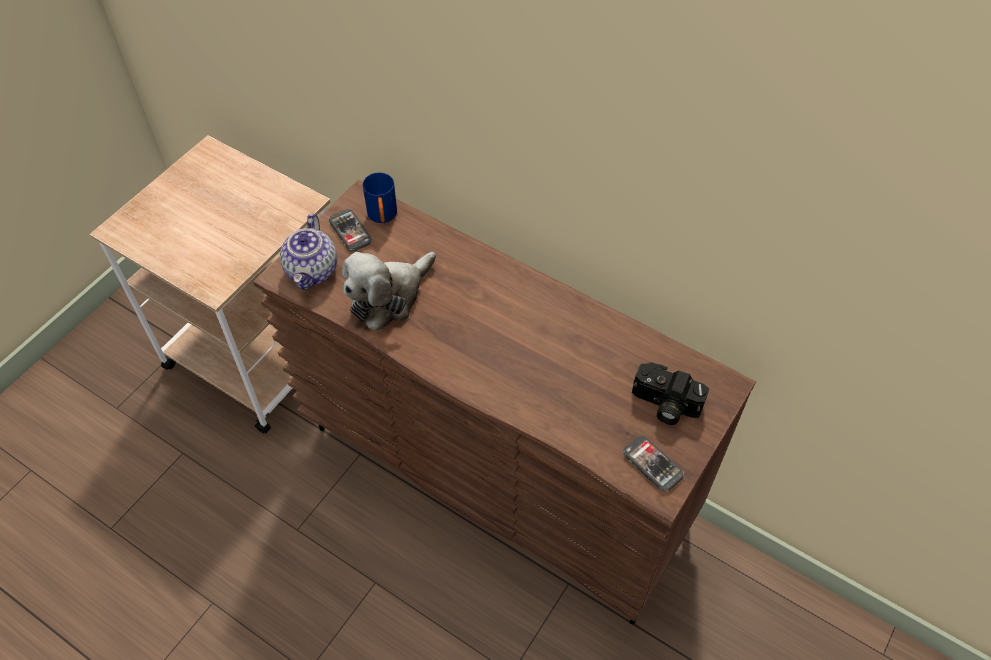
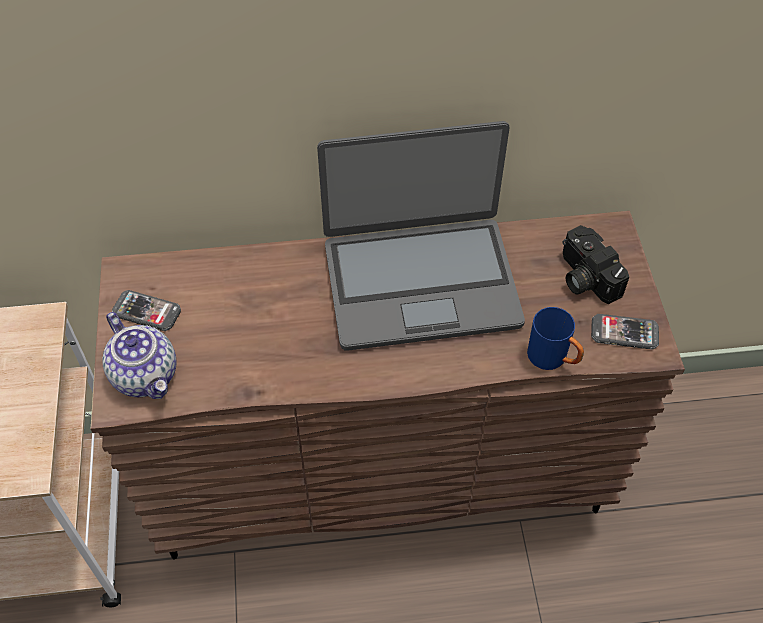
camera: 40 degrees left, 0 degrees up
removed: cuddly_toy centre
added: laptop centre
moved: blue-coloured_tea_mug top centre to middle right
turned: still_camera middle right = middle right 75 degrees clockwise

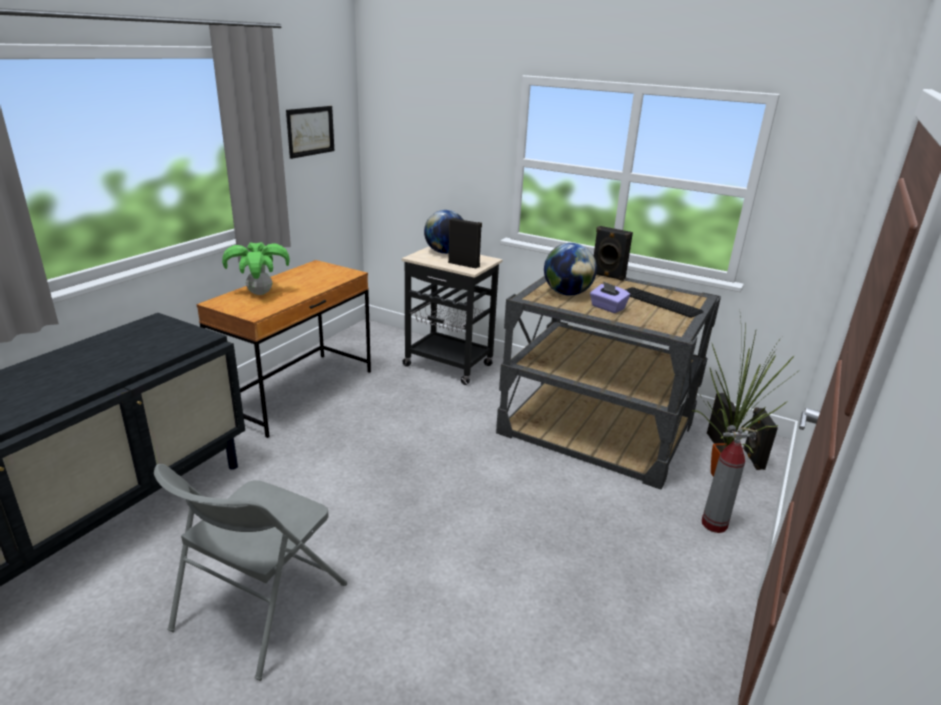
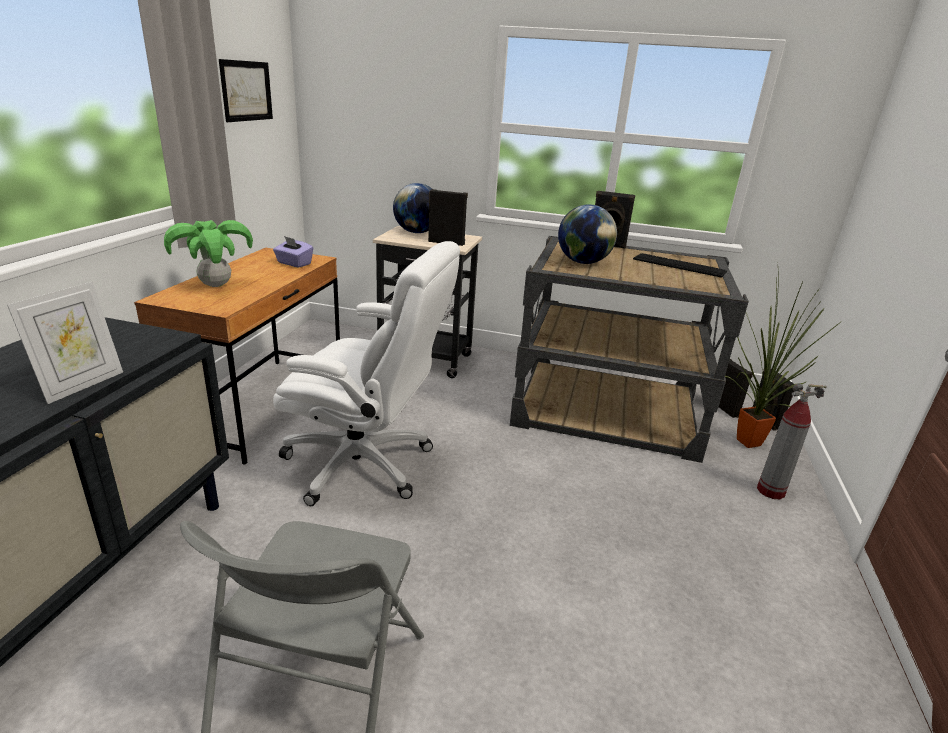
camera: 15 degrees left, 0 degrees up
added: photo_frame middle left; white_desk_chair centre
moved: purplish_tissue_box centre to middle left

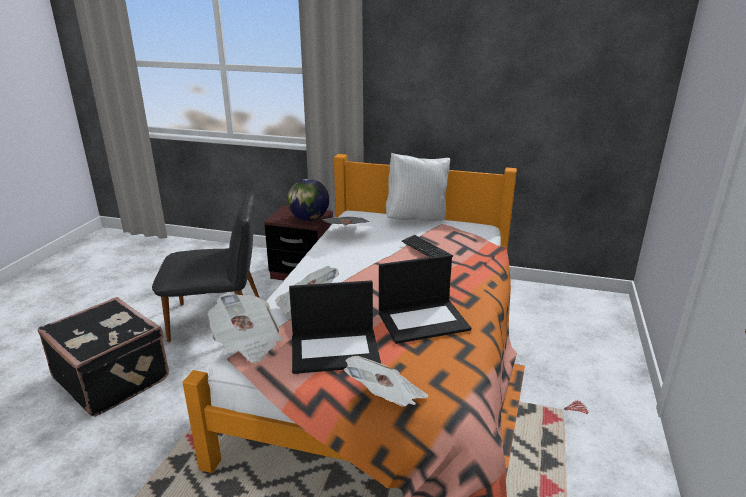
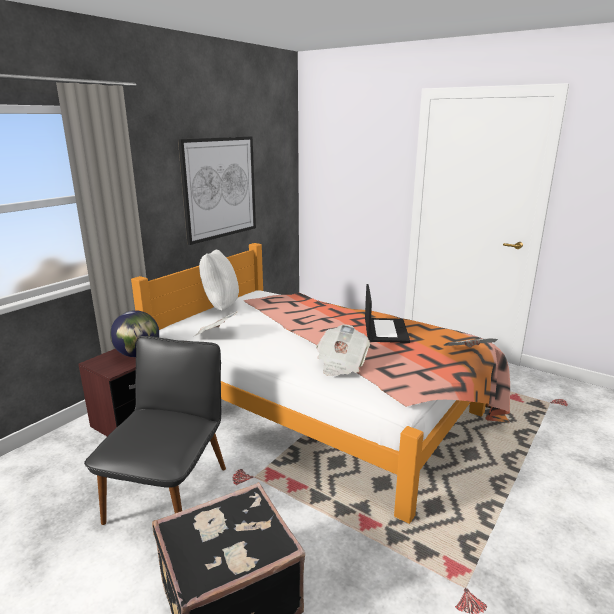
camera: 70 degrees left, 5 degrees down
removed: newspaper (1st from left) middle left; laptop (1st from left) centre; keyboard centre
added: wall_art top centre

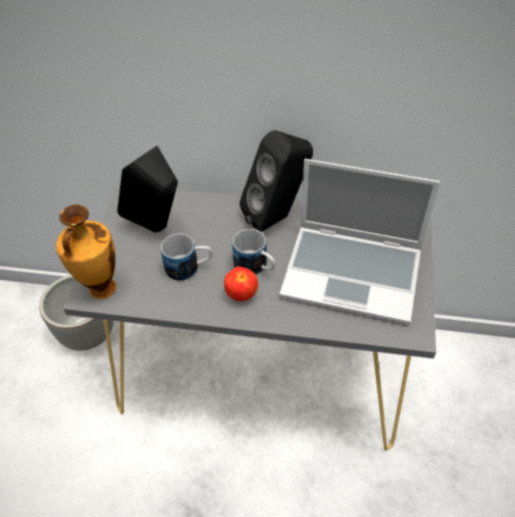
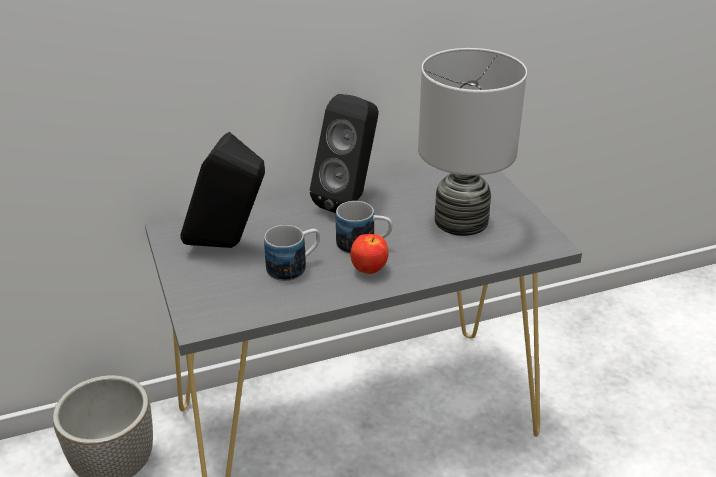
camera: 30 degrees left, 15 degrees down
removed: flower_vase middle left
replaced: laptop middle right to greyish_table_lamp top centre

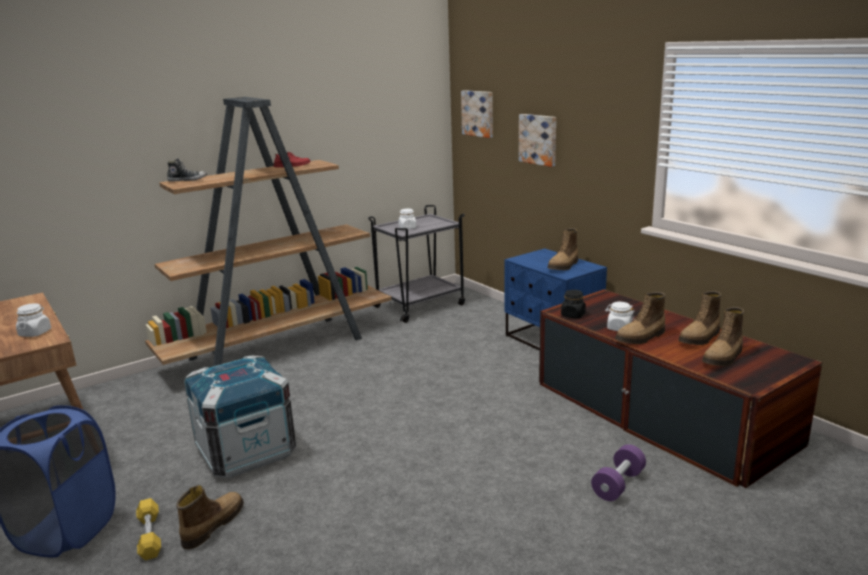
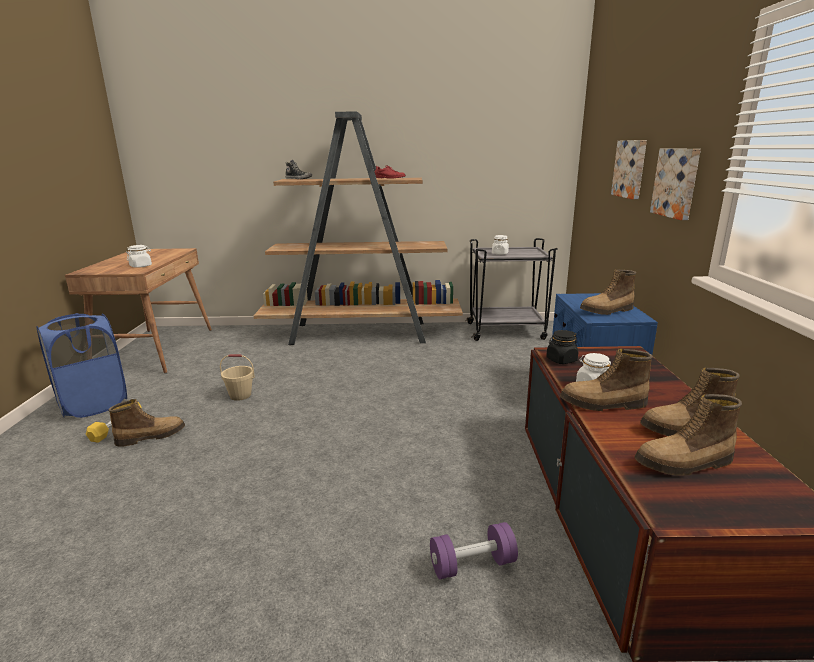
camera: 35 degrees right, 0 degrees up
moved: wall_art (1st from left in the first image) top centre to wall_art (2nd from left) top right
replaced: shipping_crate bottom left to beige-coloured_water_bucket middle left

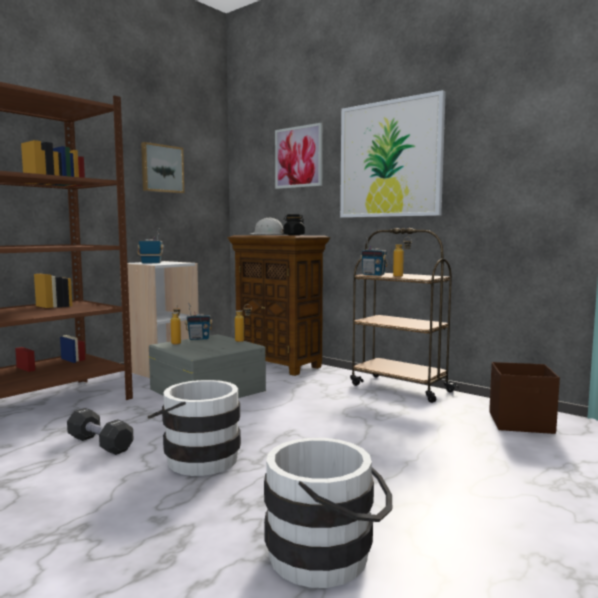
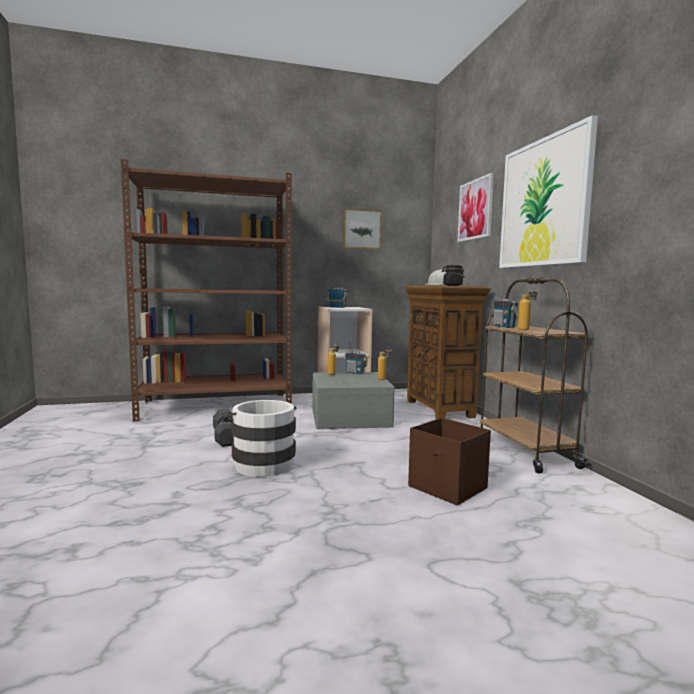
camera: 35 degrees right, 0 degrees up
removed: white_water_bucket (2nd from left) bottom centre
moved: brown-coloured_storage_box middle right to centre

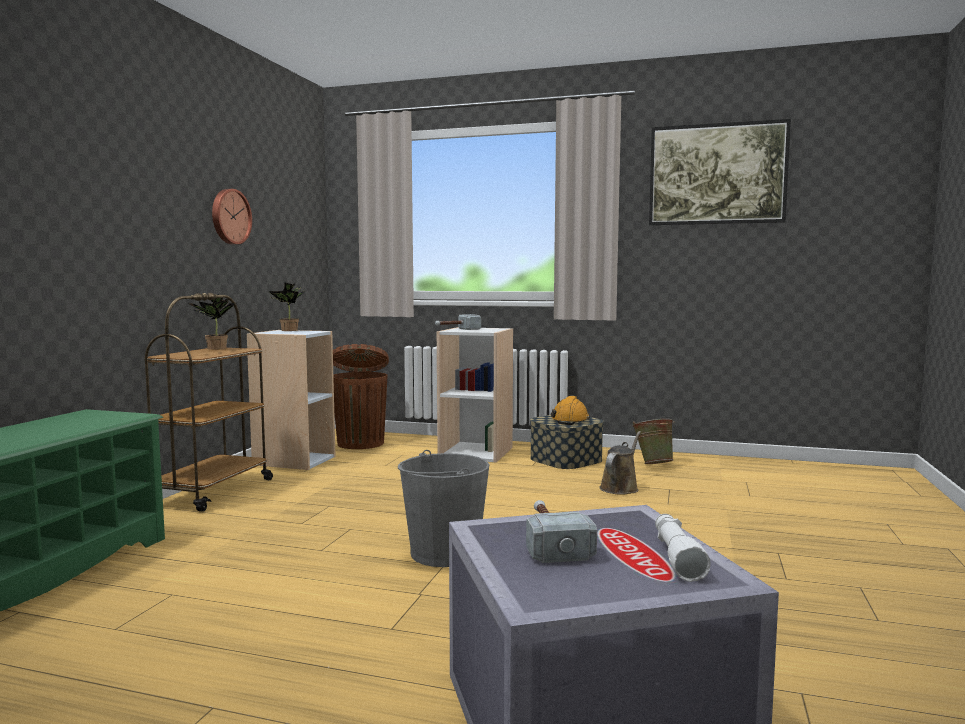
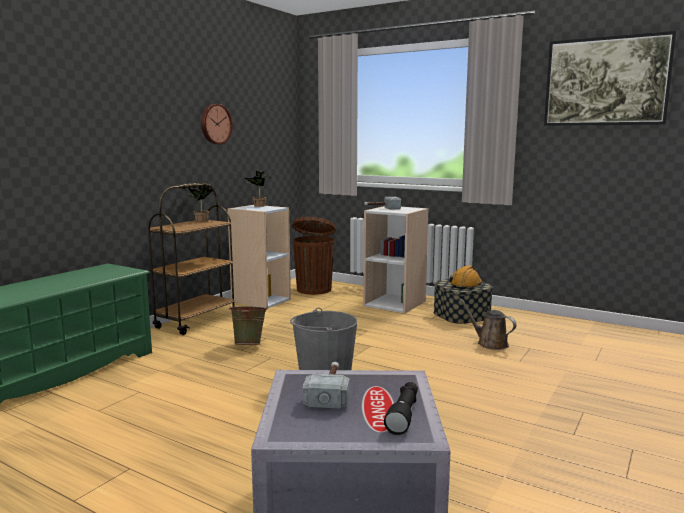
camera: 15 degrees right, 5 degrees up
moved: green_water_bucket middle right to centre
recoloured: white_flashlight bottom right to black_flashlight bottom centre
turned: brown-coloured_watering_can centre = middle right 90 degrees counterclockwise

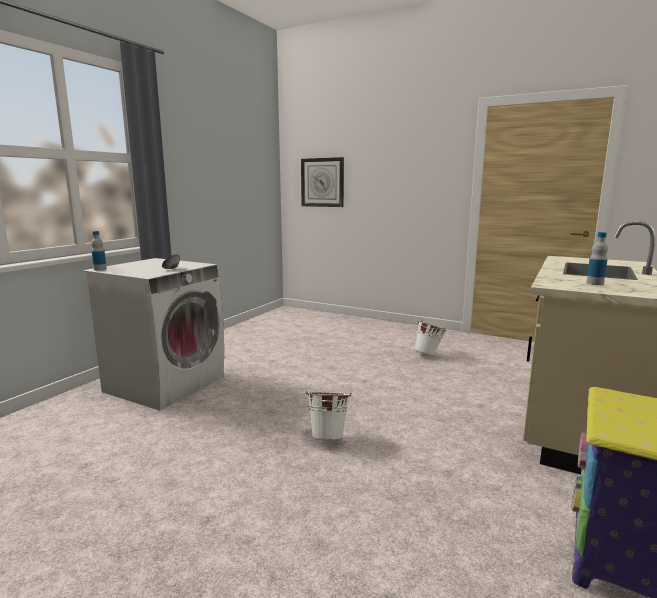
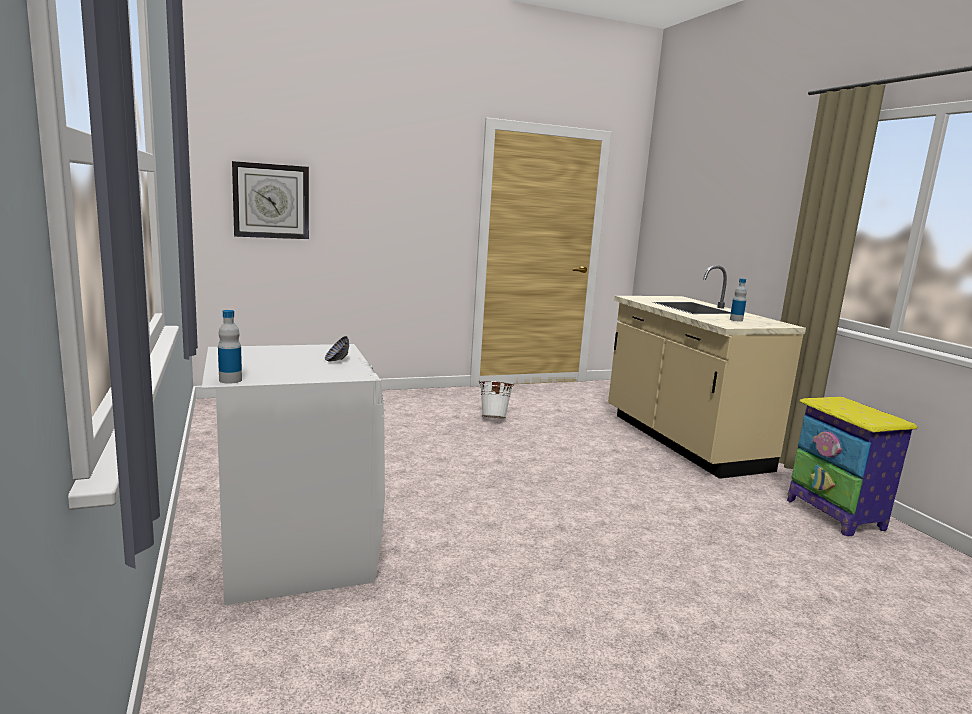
camera: 50 degrees left, 0 degrees up
removed: white_water_bucket (1st from left) bottom centre

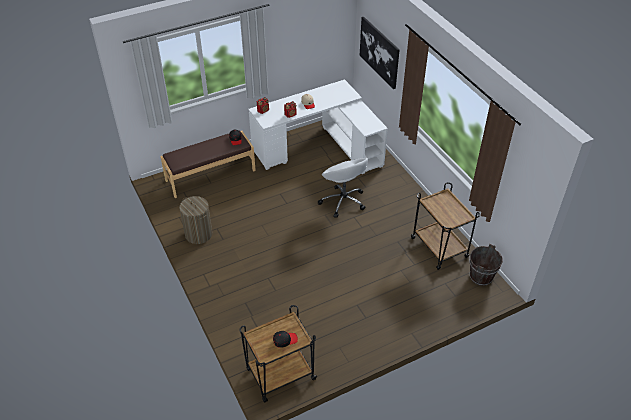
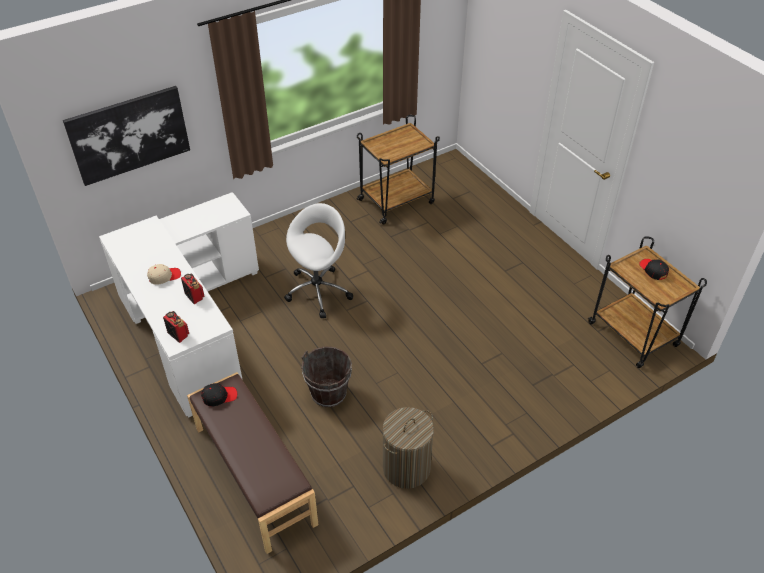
camera: 95 degrees left, 0 degrees up
moved: brown-coloured_water_bucket middle right to centre

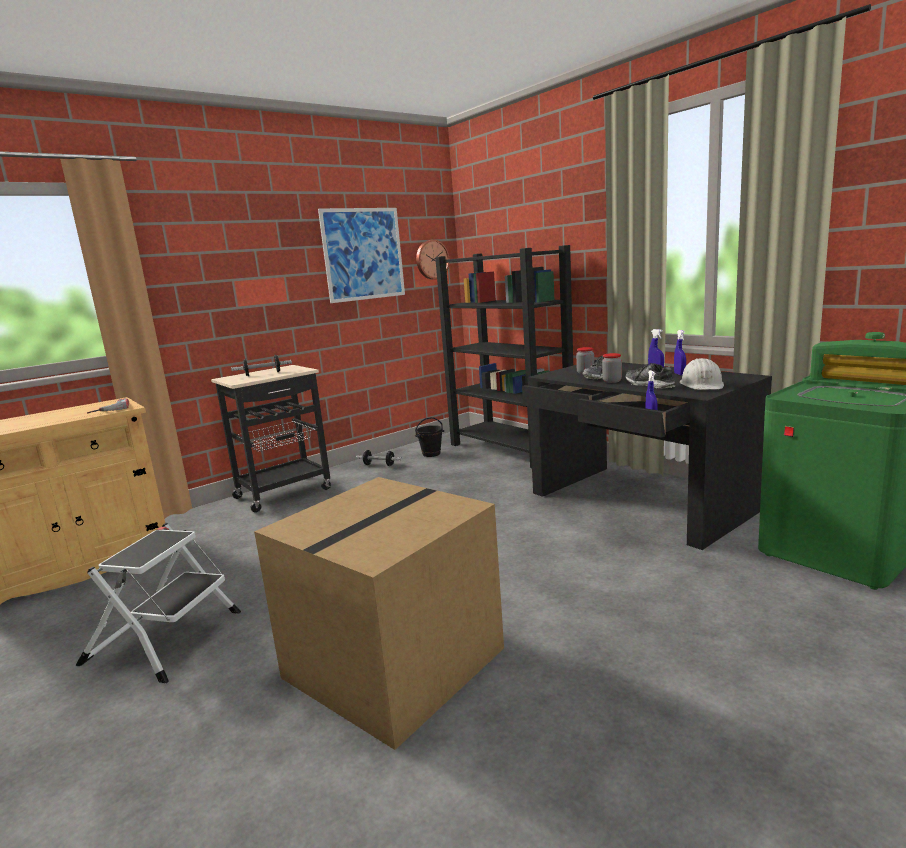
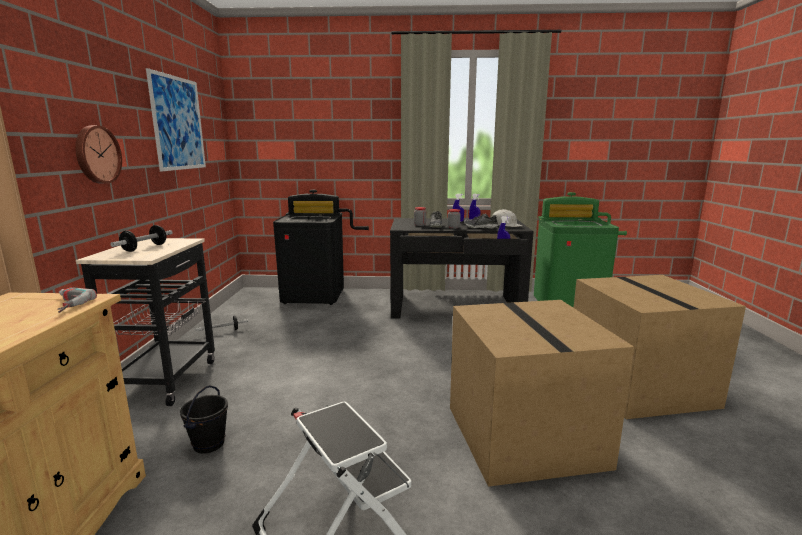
camera: 50 degrees left, 0 degrees up
added: packing_box (2nd from left) middle right
moved: black_water_bucket centre to bottom left; wall_clock top centre to top left
replaced: black_bookcase centre to black_washing_machine centre

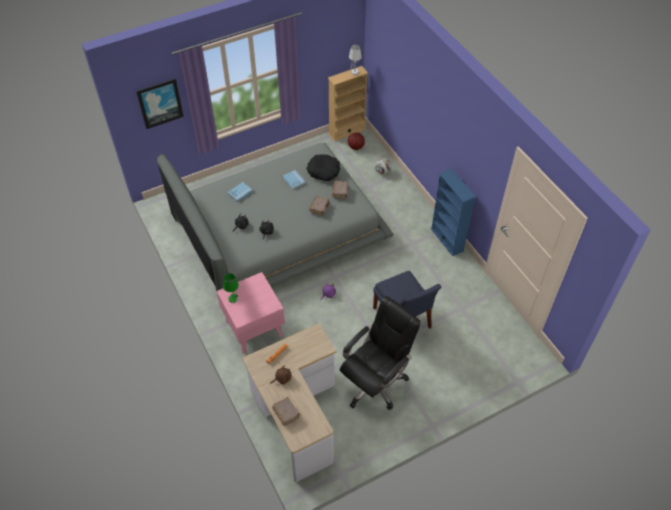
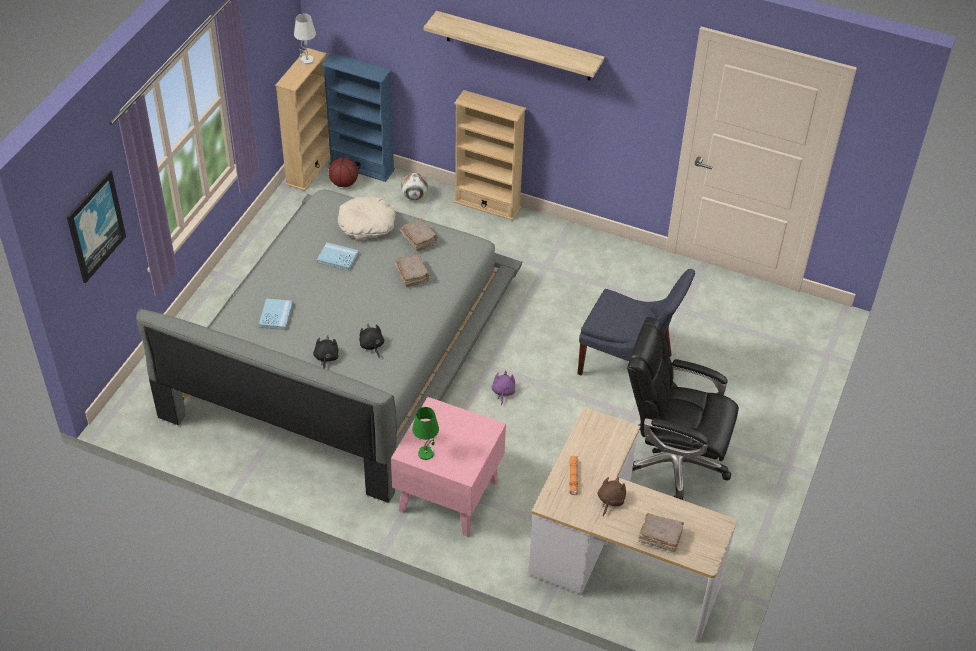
camera: 40 degrees left, 5 degrees down
added: bracket_shelf top centre; beige-coloured_bookcase (2nd from left) top centre
moved: blue-coloured_bookcase middle right to top centre
recoloured: black_throw_pillow top centre to beige-coloured_throw_pillow centre
turned: black_desk_chair bottom centre = middle right 75 degrees counterclockwise

